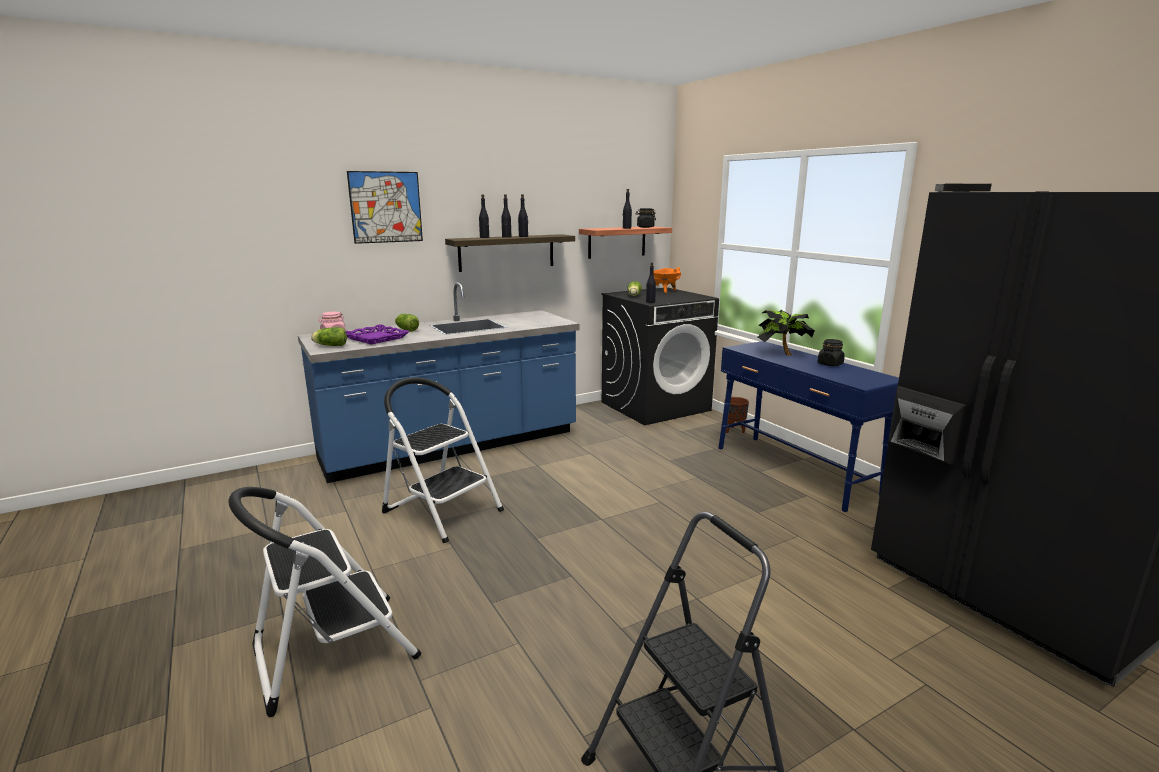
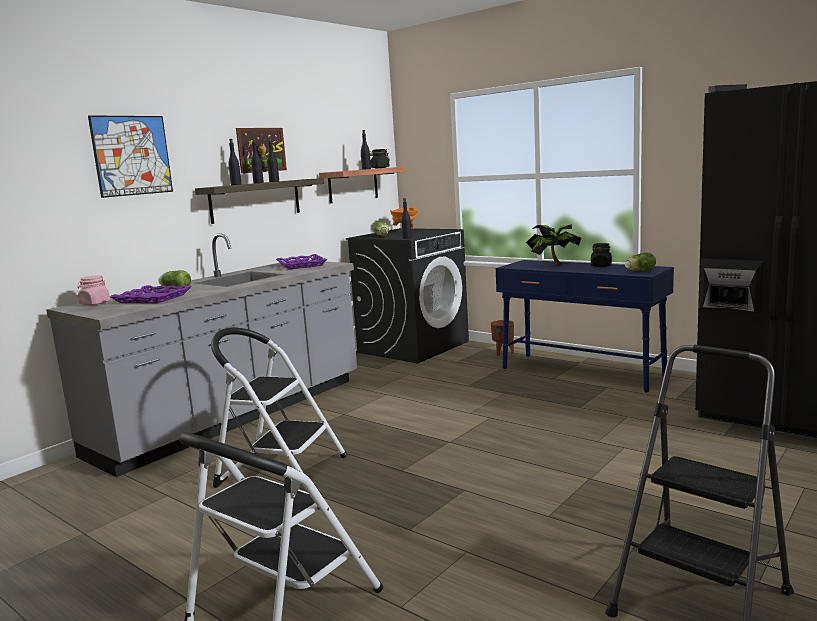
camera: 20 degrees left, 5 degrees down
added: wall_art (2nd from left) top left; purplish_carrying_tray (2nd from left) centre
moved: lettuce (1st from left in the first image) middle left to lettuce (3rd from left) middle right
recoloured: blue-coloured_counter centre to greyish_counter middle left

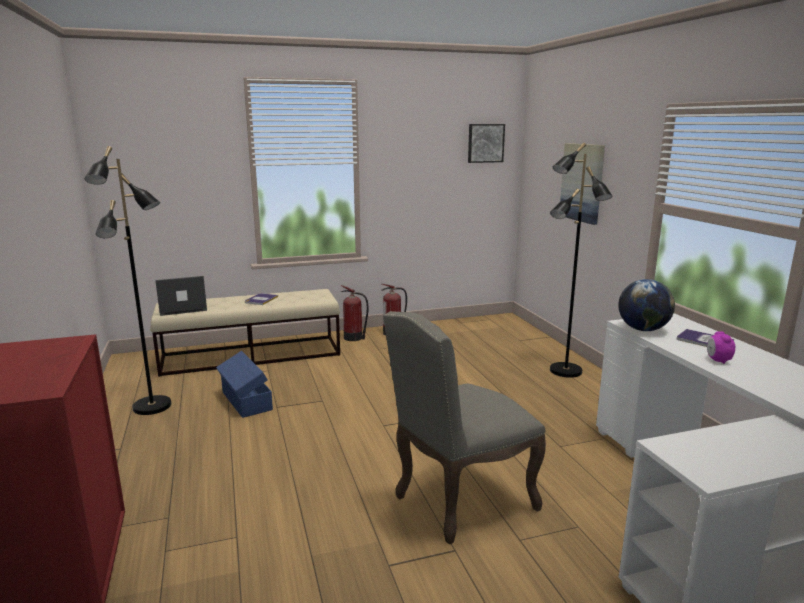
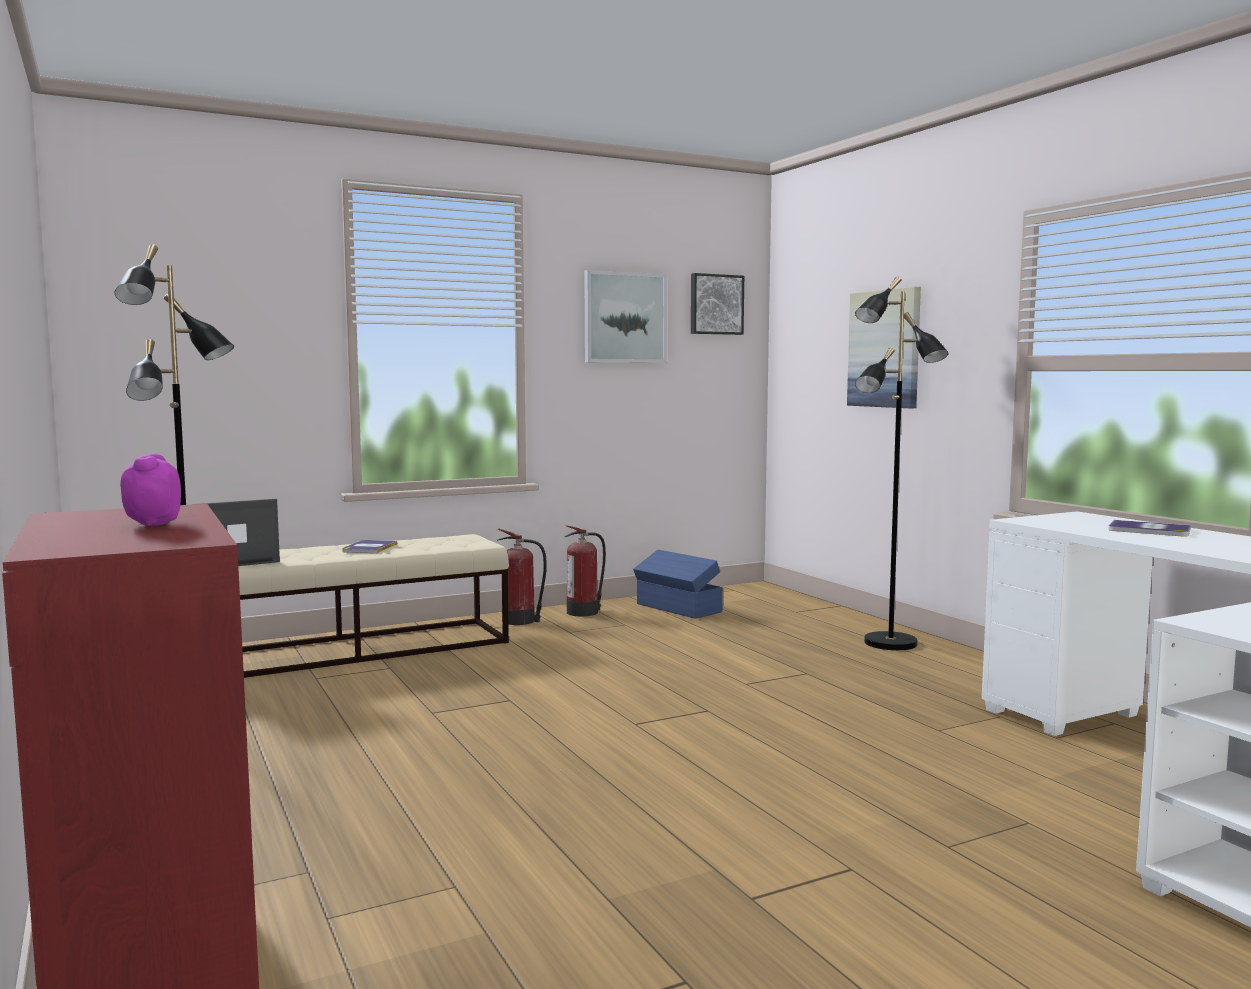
camera: 10 degrees left, 10 degrees down
removed: greyish_upright_chair bottom centre; globe middle right
added: wall_art (1st from left) top centre
moved: blue-coloured_storage_box middle left to centre; bedside_clock middle right to middle left

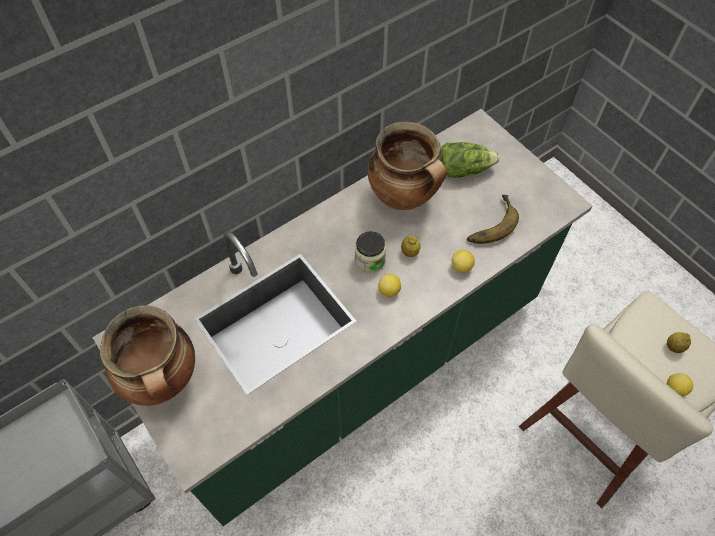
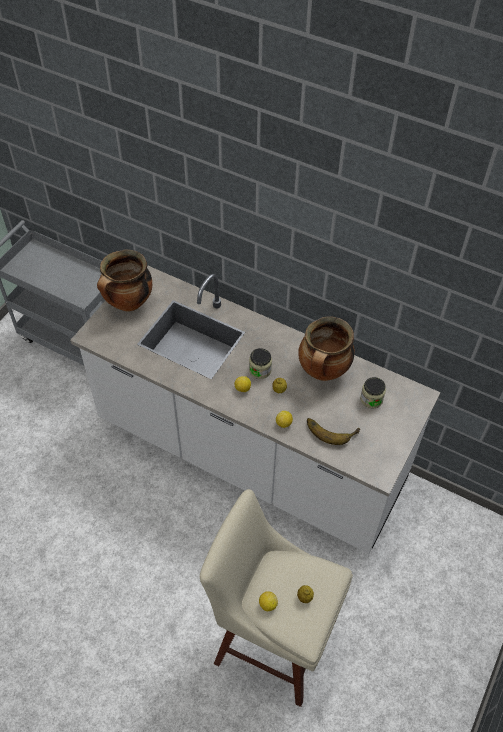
camera: 65 degrees right, 5 degrees down
replaced: lettuce top centre to preserve_jar (2nd from left) middle right
recoloured: green_counter centre to white_counter centre

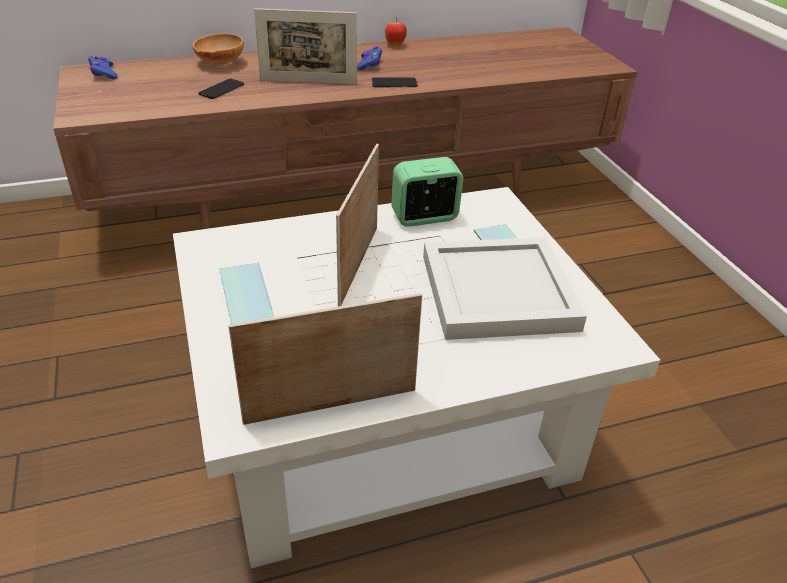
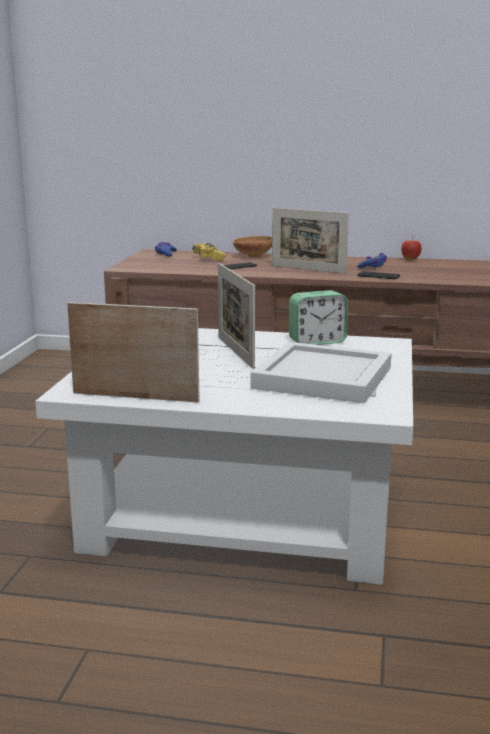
camera: 30 degrees right, 20 degrees down
added: yellowish_joypad centre
turned: photo_frame (3rd from left in the first image) centre = centre 60 degrees counterclockwise; bedside_clock top centre = centre 150 degrees clockwise

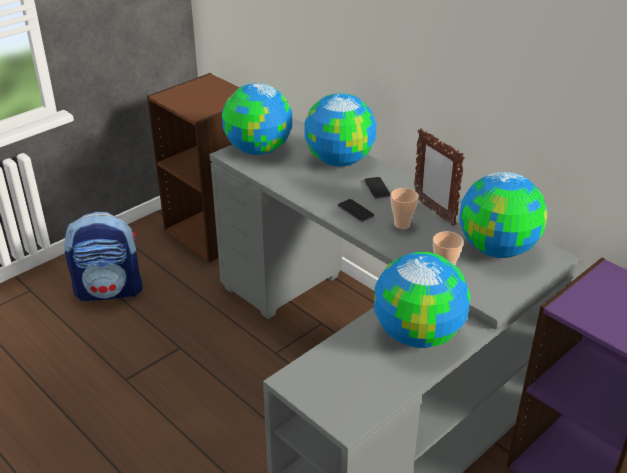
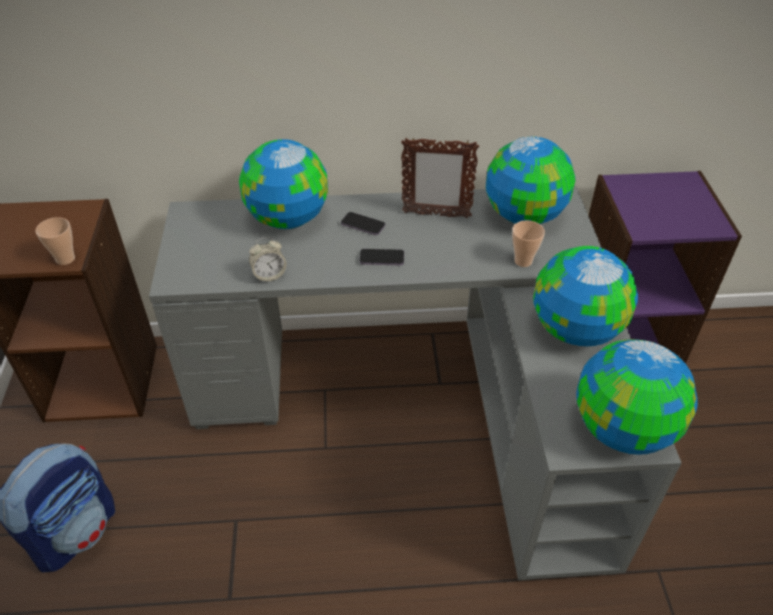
camera: 50 degrees left, 10 degrees up
added: bedside_clock centre
moved: globe (1st from left in the first image) top centre to globe (4th from left) middle right; cup (1st from left) centre to middle left

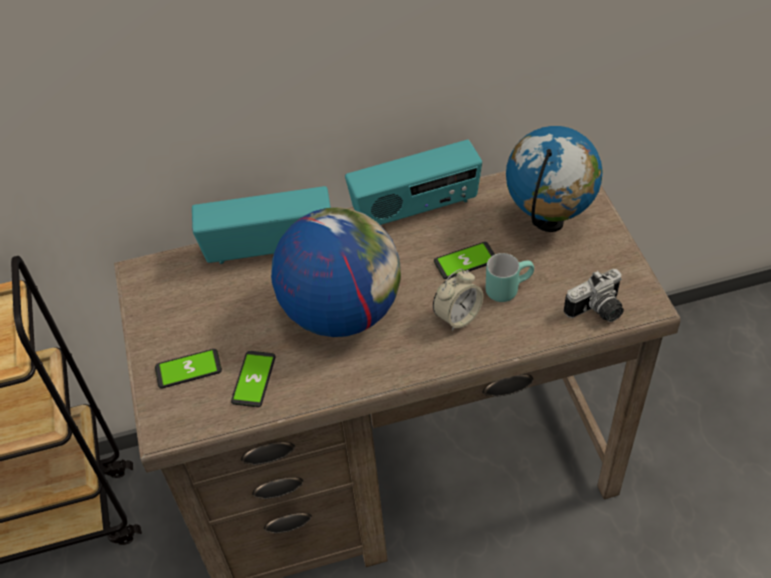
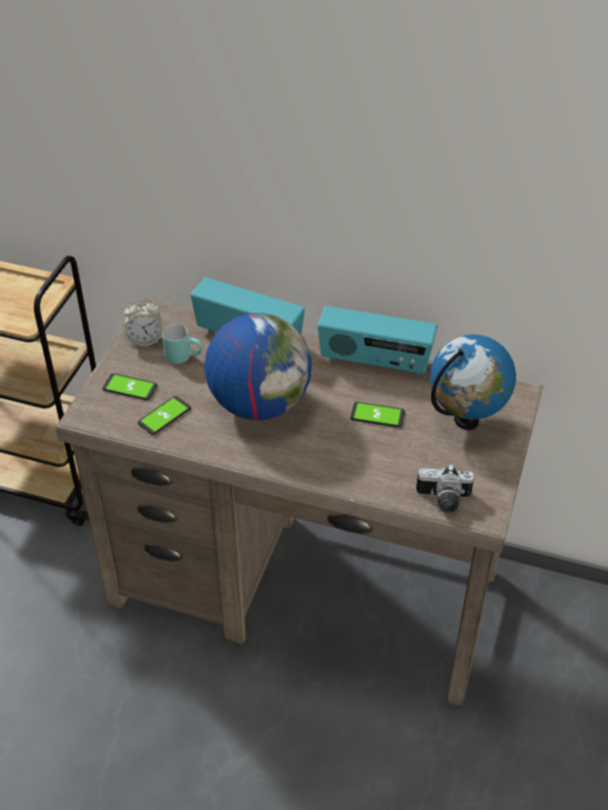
camera: 30 degrees right, 5 degrees down
moved: bedside_clock centre to middle left; blue-green_tea_mug centre to middle left

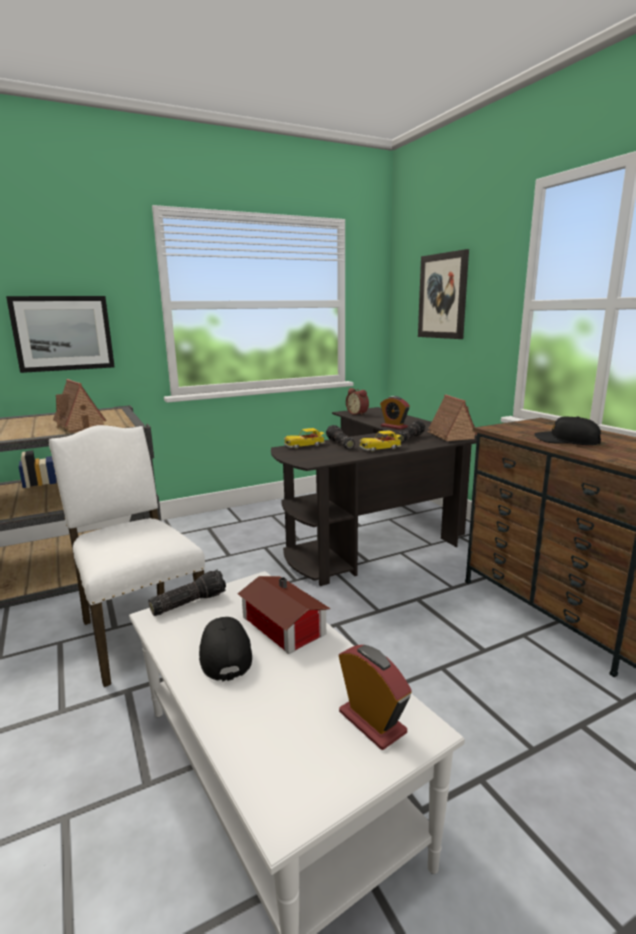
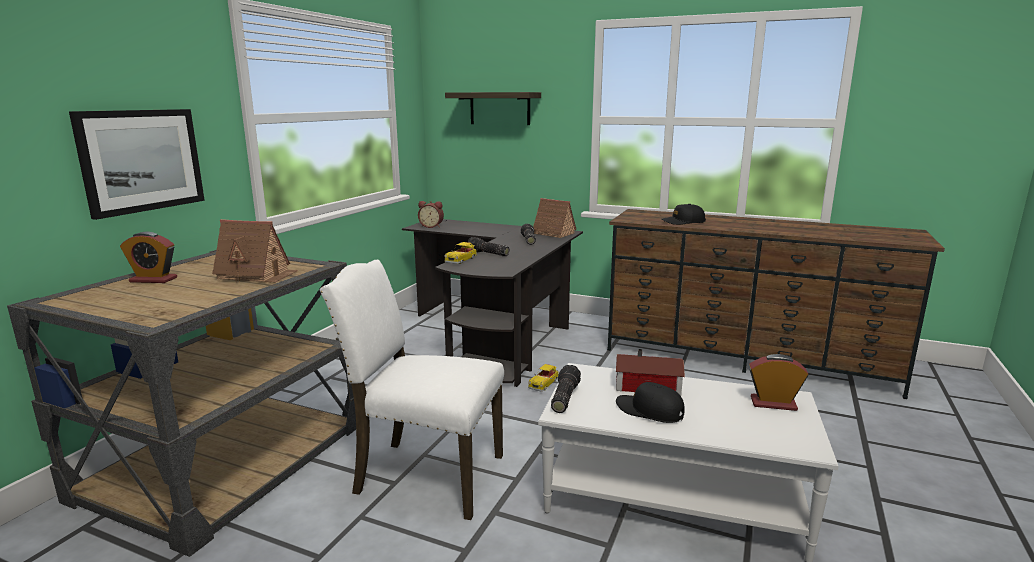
camera: 40 degrees left, 0 degrees up
moved: toy_car (2nd from left) centre to bottom centre; bedside_clock (3rd from left in the first image) centre to bedside_clock (1st from left) middle left
replaced: wall_art (2nd from left) top right to bracket_shelf top centre

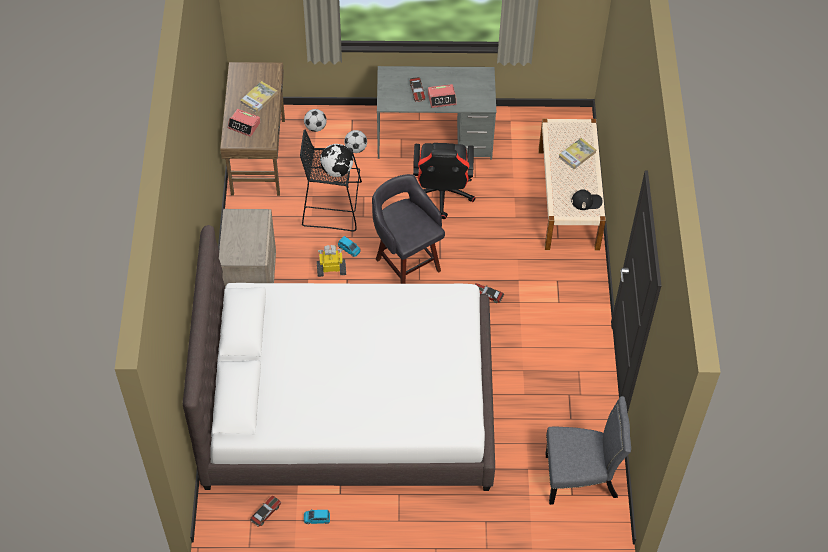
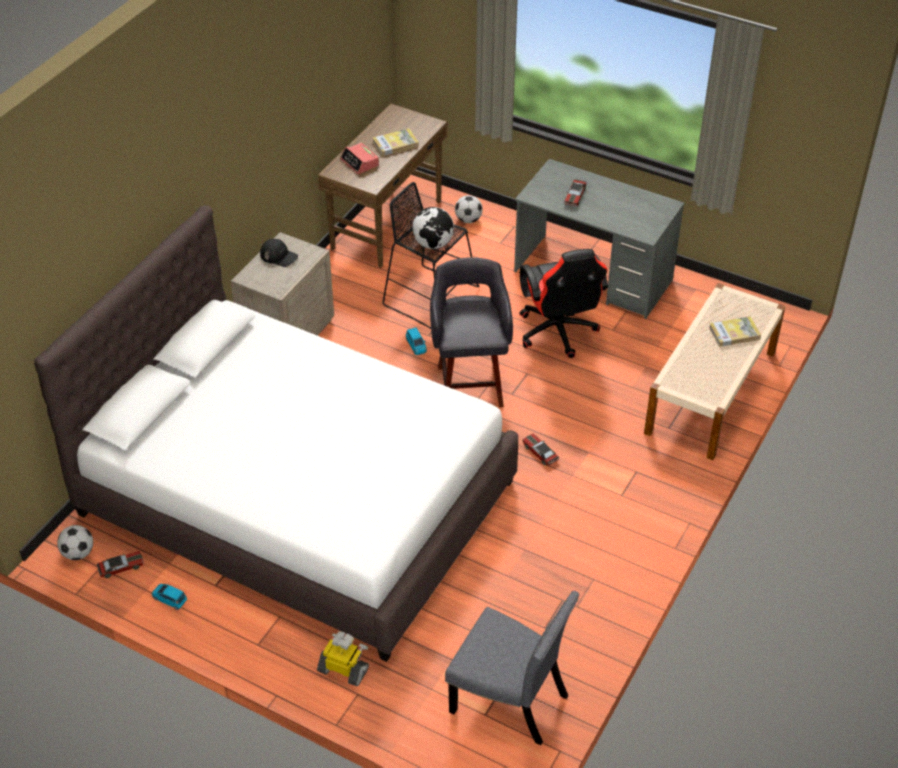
camera: 30 degrees right, 10 degrees down
removed: bedside_clock (2nd from left) top centre
moved: toy_robot centre to bottom centre; ball_for_football (2nd from left in the first image) top centre to ball_for_football (1st from left) bottom left; black_baseball_cap middle right to top left
turned: black_desk_chair top centre = centre 45 degrees counterclockwise

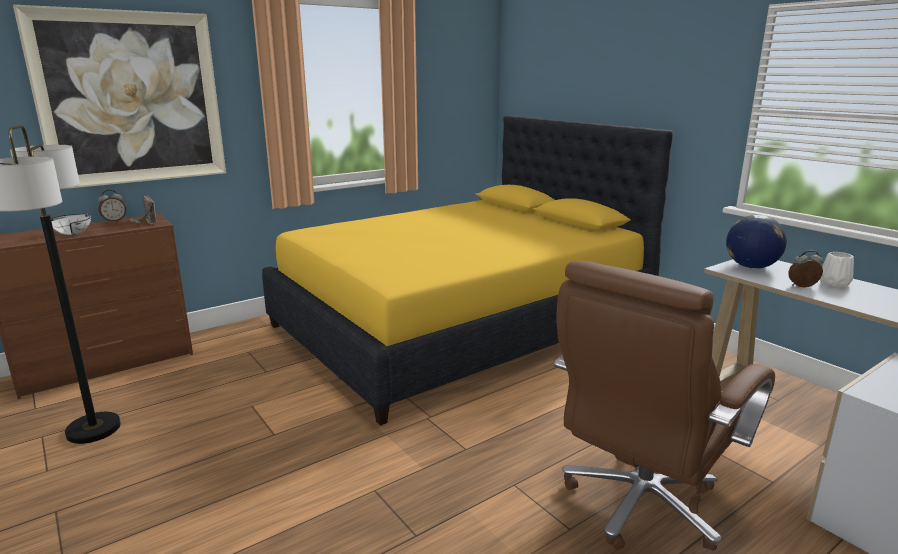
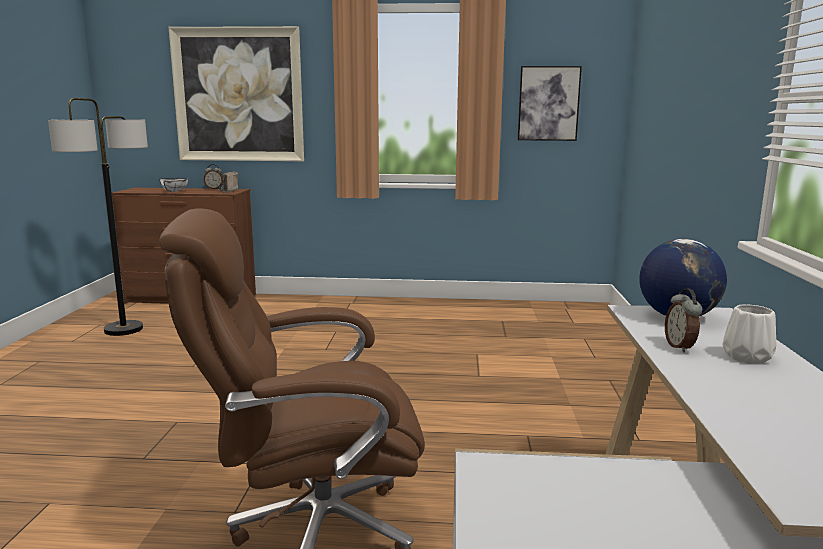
camera: 40 degrees right, 5 degrees down
removed: yellowish_sleeping_bed centre
added: wall_art (2nd from left) top right
turned: bedside_clock (2nd from left) middle right = middle right 135 degrees counterclockwise

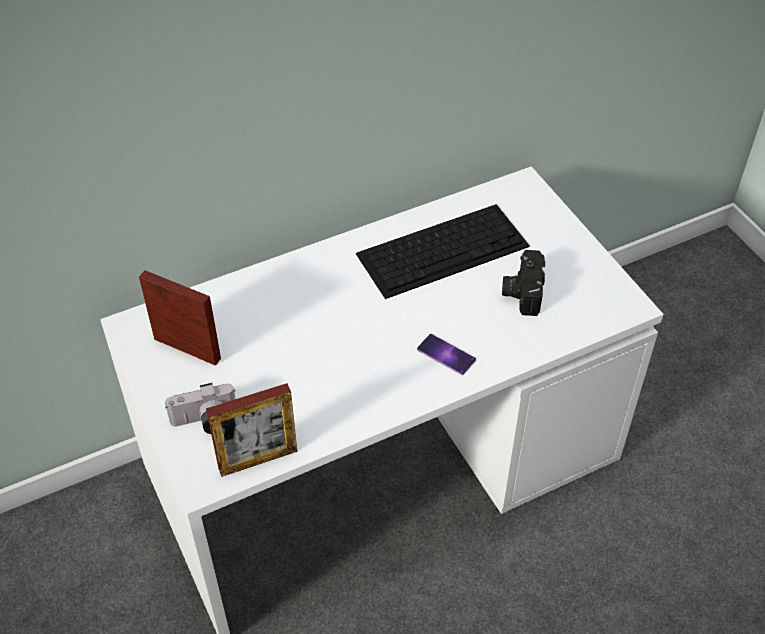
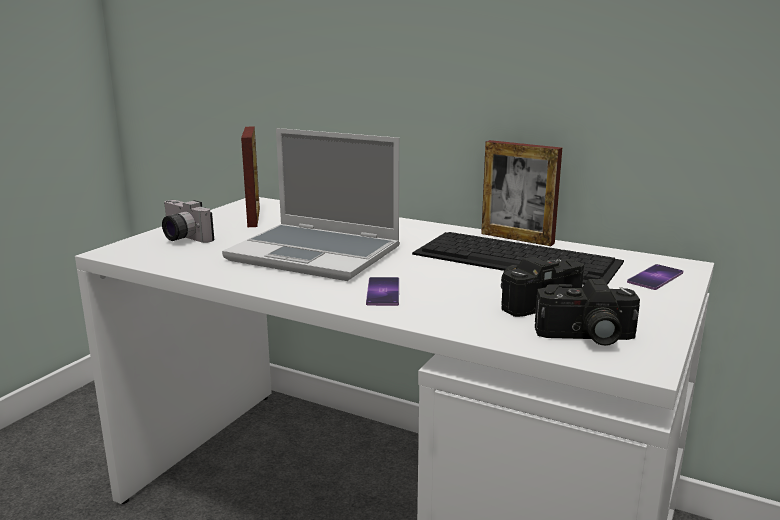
camera: 55 degrees right, 30 degrees down
added: laptop centre; still_camera (3rd from left) middle right; handset (2nd from left) middle right
moved: photo_frame (2nd from left) bottom left to middle right

